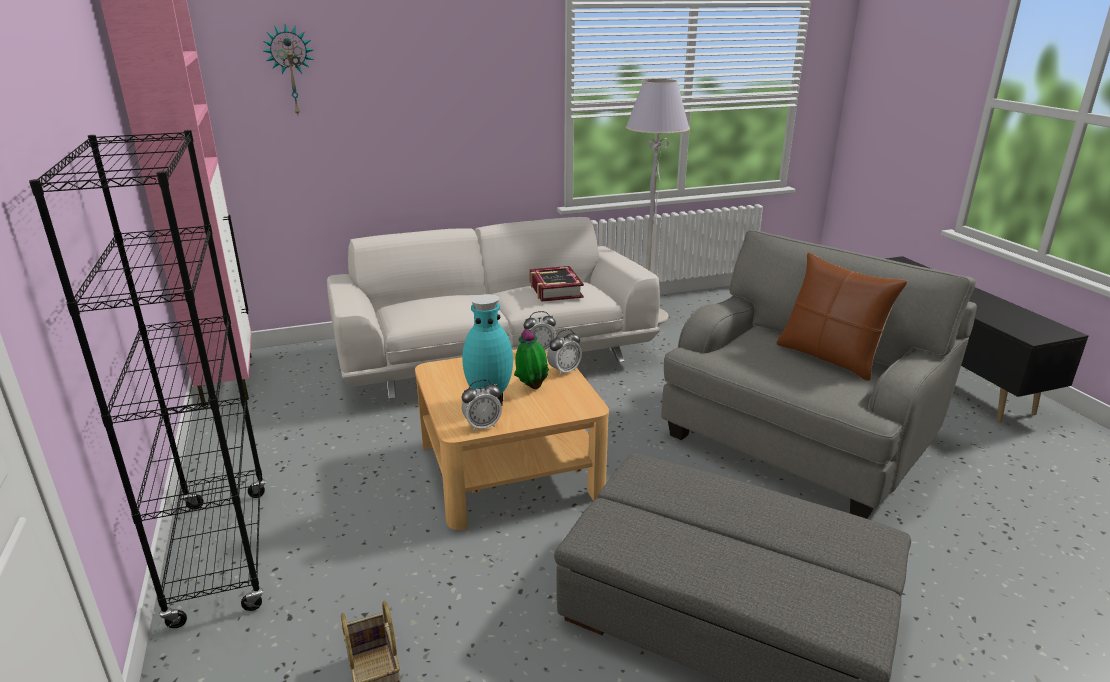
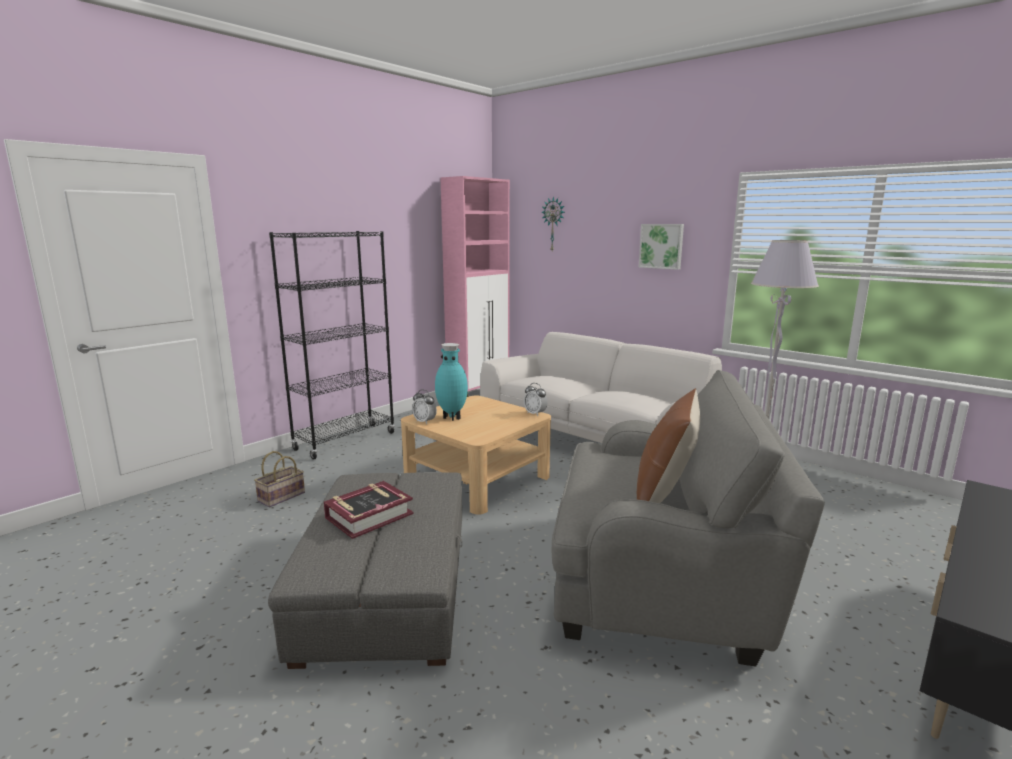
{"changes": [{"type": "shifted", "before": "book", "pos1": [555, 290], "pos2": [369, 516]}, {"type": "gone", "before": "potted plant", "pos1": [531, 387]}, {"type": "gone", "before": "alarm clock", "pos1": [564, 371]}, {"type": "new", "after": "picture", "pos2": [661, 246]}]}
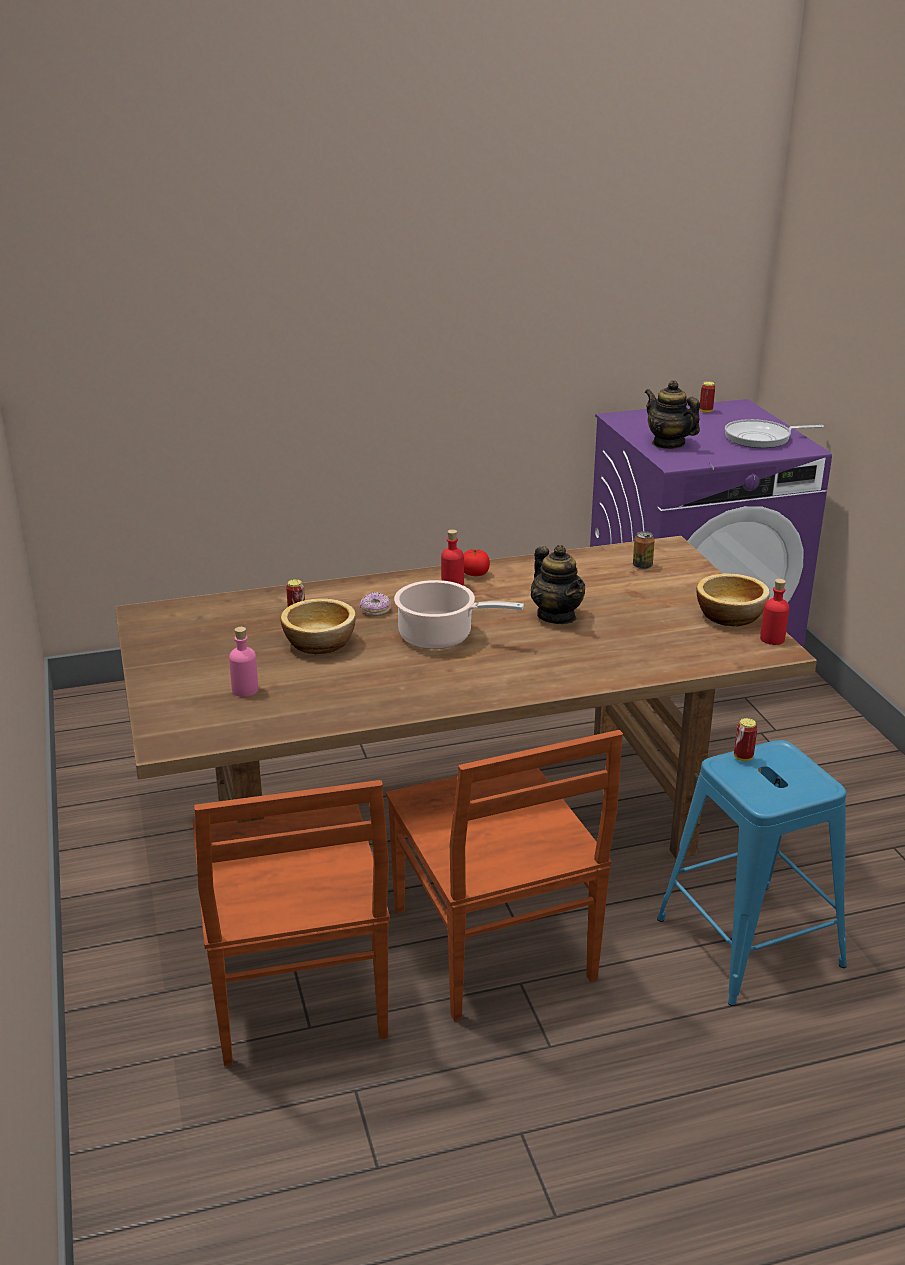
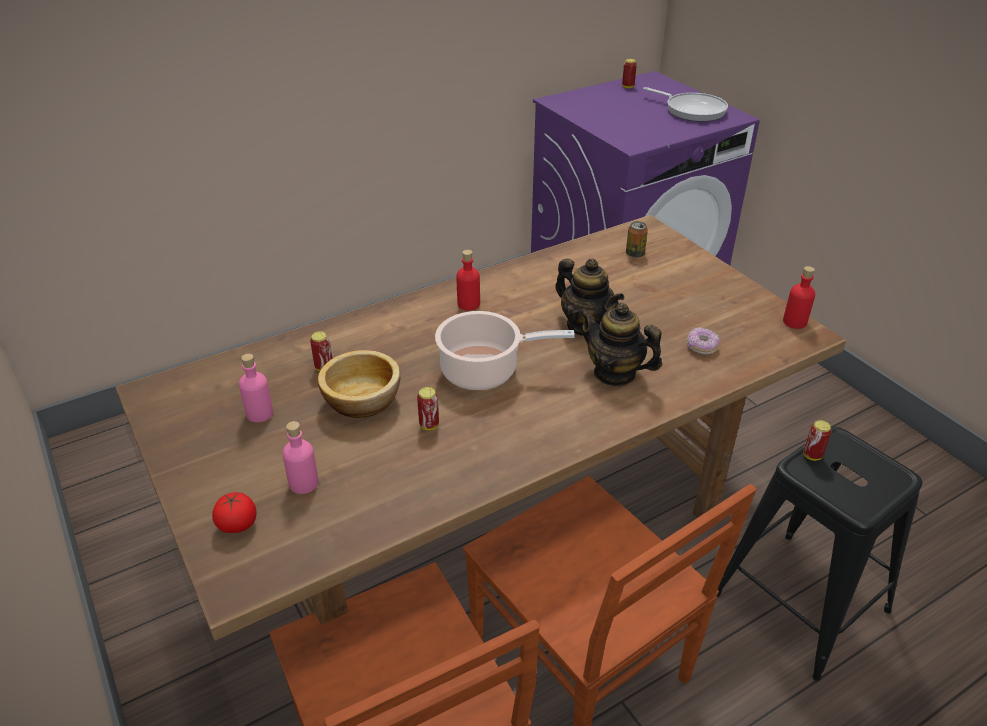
{"changes": [{"type": "shifted", "before": "teapot", "pos1": [668, 443], "pos2": [615, 373]}, {"type": "rotated", "before": "frying pan", "pos1": [761, 438], "pos2": [692, 110], "turn": -120}, {"type": "shifted", "before": "tomato", "pos1": [474, 574], "pos2": [237, 524]}, {"type": "gone", "before": "bowl", "pos1": [730, 615]}, {"type": "shifted", "before": "donut", "pos1": [375, 610], "pos2": [701, 347]}, {"type": "repainted", "before": "stool (blue)", "after": "stool (black)", "pos1": [750, 942], "pos2": [802, 602]}, {"type": "new", "after": "bottle (pink)", "pos2": [260, 413]}, {"type": "new", "after": "can", "pos2": [429, 425]}]}
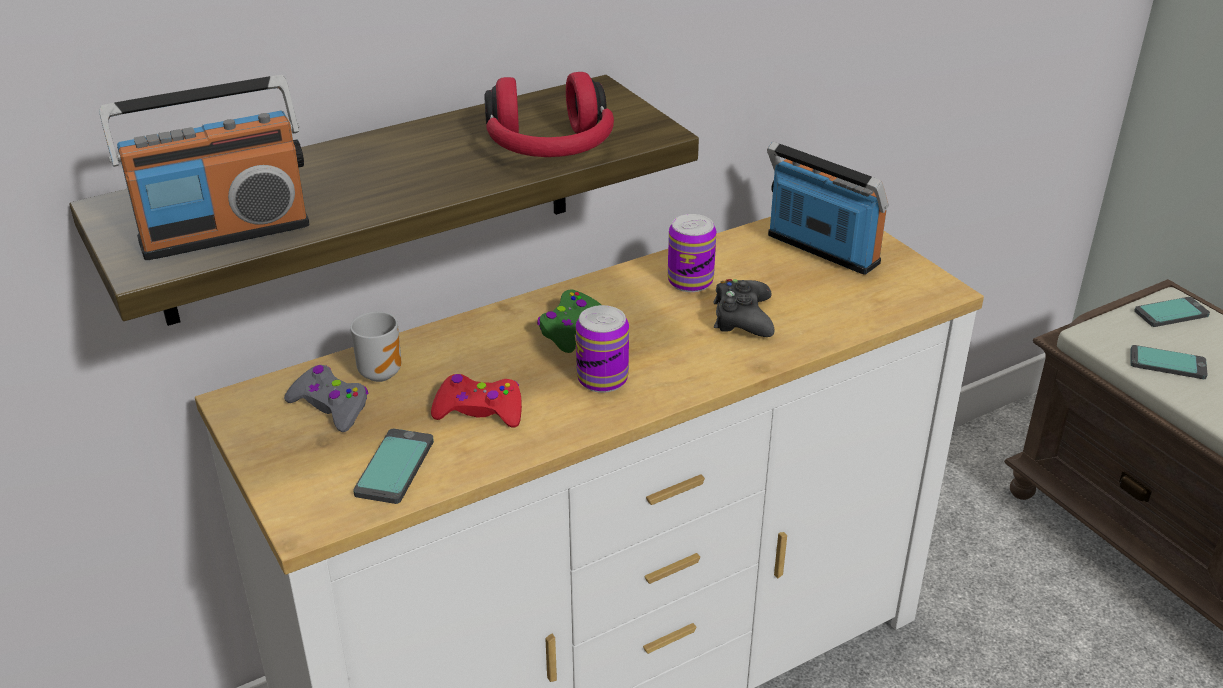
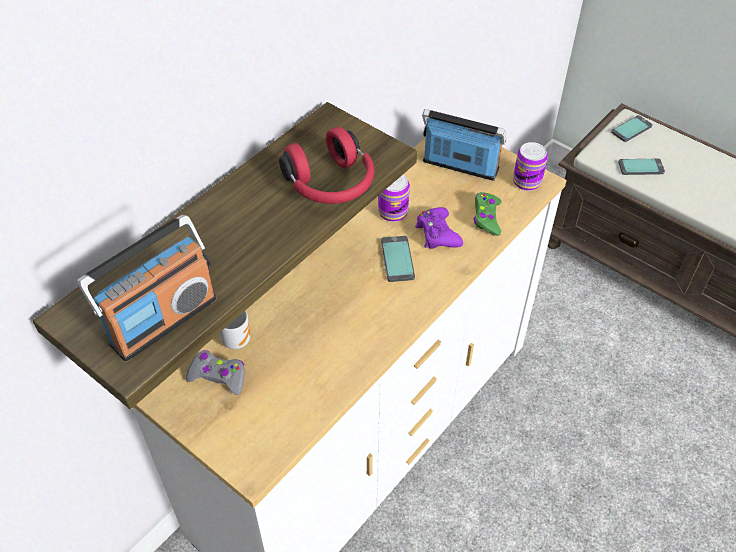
{"changes": [{"type": "repainted", "before": "game controller (black)", "after": "game controller (purple)", "pos1": [742, 318], "pos2": [437, 234]}, {"type": "shifted", "before": "game controller (green)", "pos1": [570, 329], "pos2": [486, 218]}, {"type": "shifted", "before": "can", "pos1": [602, 379], "pos2": [527, 182]}, {"type": "gone", "before": "game controller (red)", "pos1": [479, 410]}, {"type": "shifted", "before": "phone", "pos1": [394, 467], "pos2": [397, 259]}]}
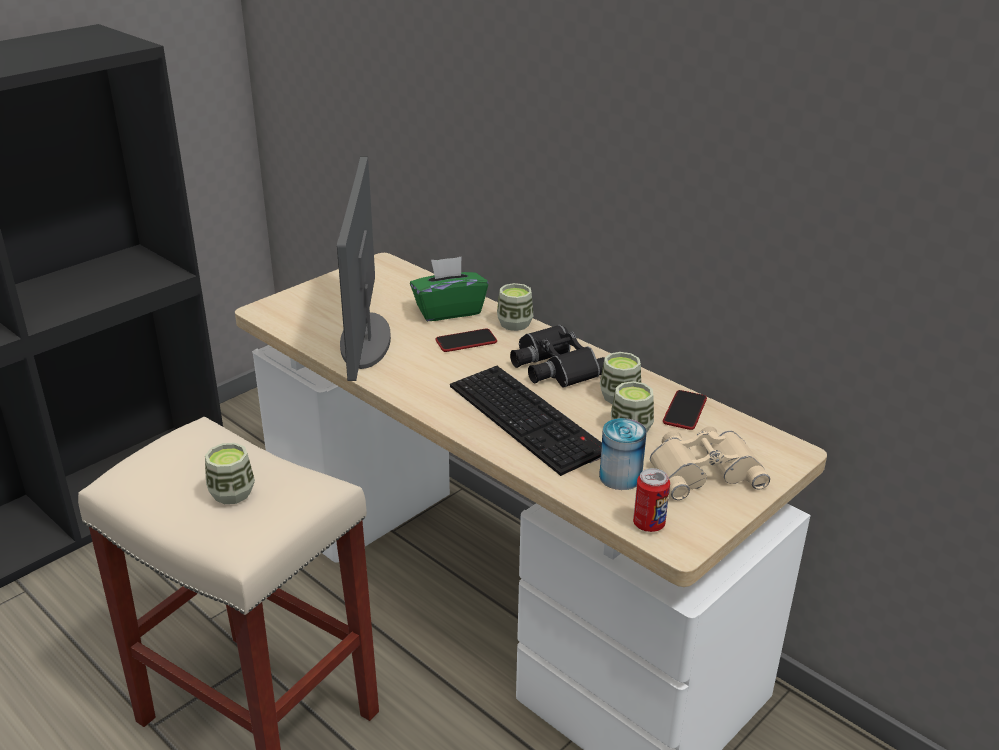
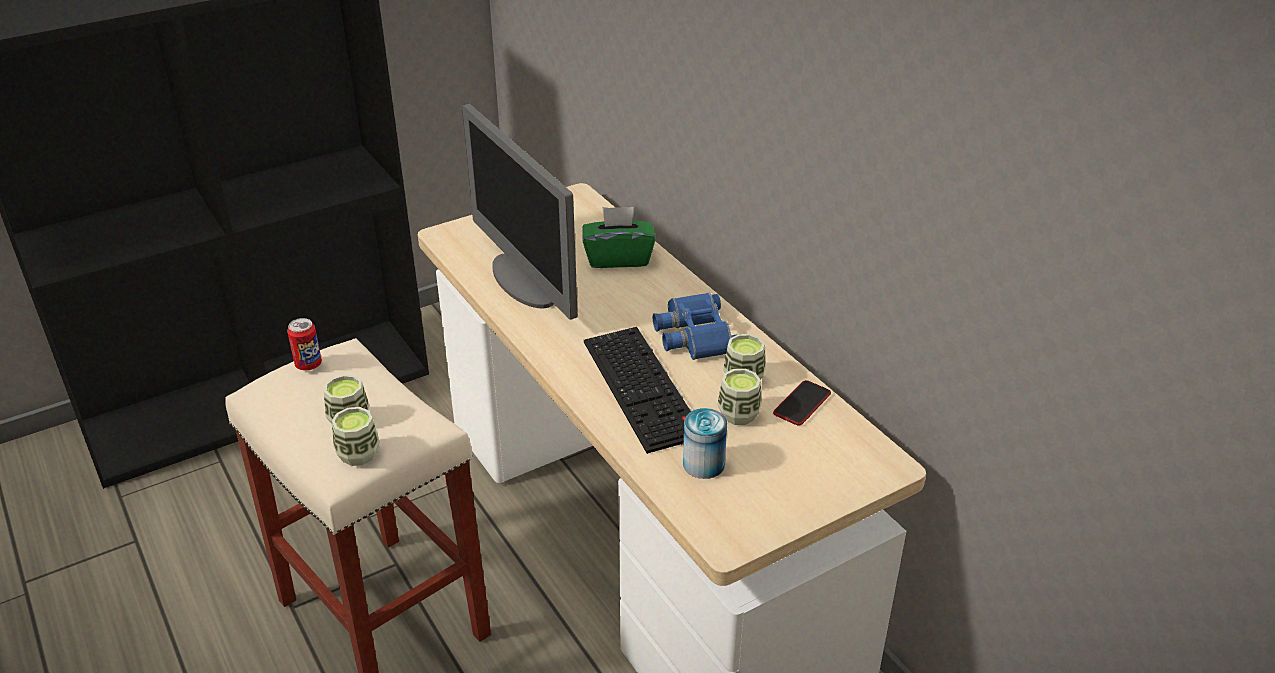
{"changes": [{"type": "rotated", "before": "monitor", "pos1": [365, 342], "pos2": [524, 282], "turn": -45}, {"type": "shifted", "before": "cup", "pos1": [514, 324], "pos2": [358, 454]}, {"type": "repainted", "before": "binoculars (black)", "after": "binoculars (blue)", "pos1": [553, 365], "pos2": [694, 334]}, {"type": "gone", "before": "phone", "pos1": [466, 341]}, {"type": "gone", "before": "binoculars (beige)", "pos1": [703, 469]}, {"type": "shifted", "before": "can", "pos1": [648, 524], "pos2": [308, 365]}]}
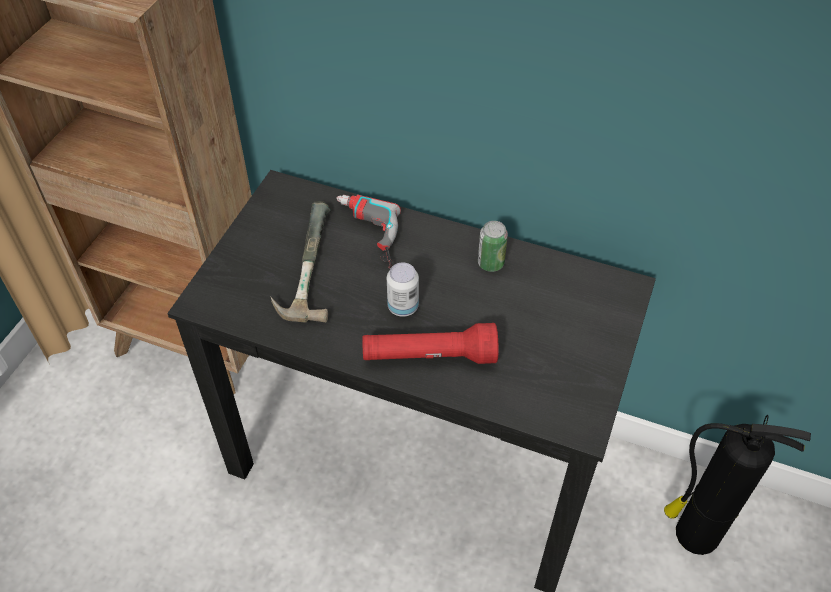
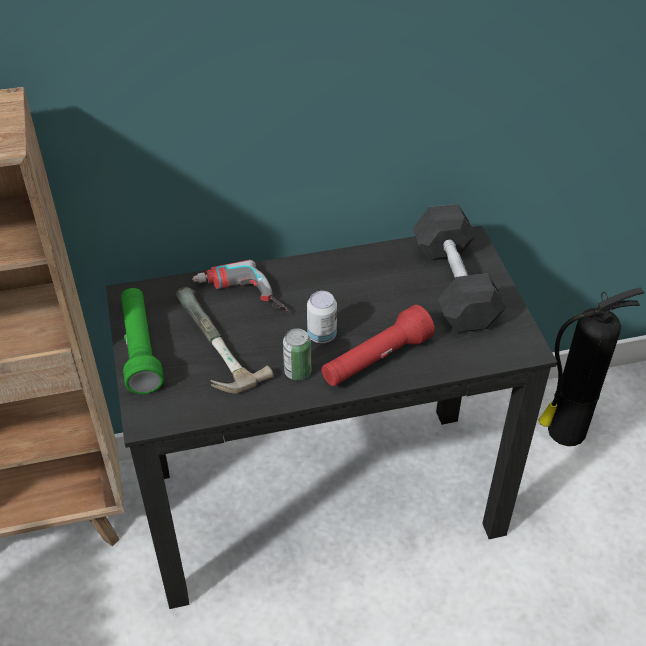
{"changes": [{"type": "shifted", "before": "can", "pos1": [490, 263], "pos2": [297, 372]}, {"type": "new", "after": "dumbbell (grey)", "pos2": [454, 285]}, {"type": "new", "after": "flashlight (green)", "pos2": [140, 349]}]}
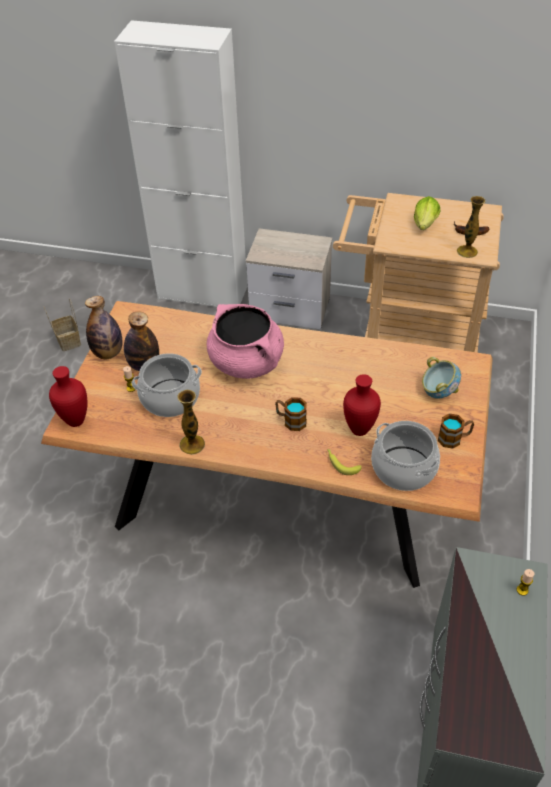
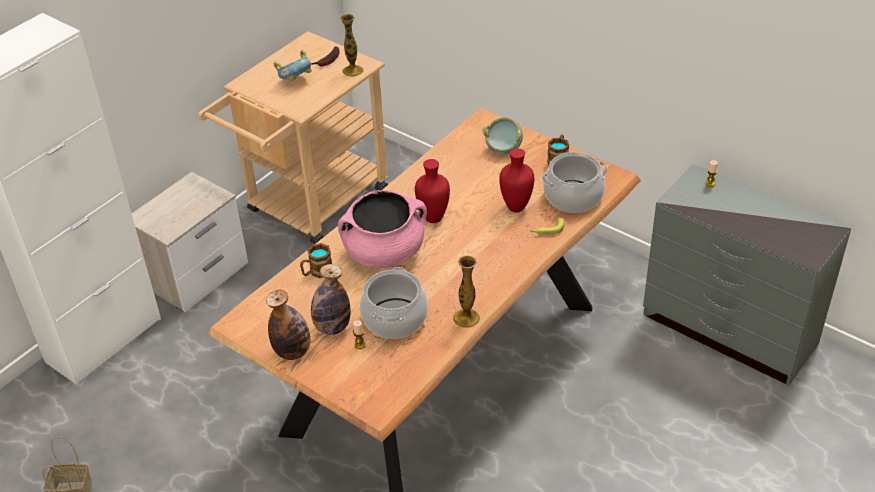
{"changes": [{"type": "swapped", "before": "lettuce", "after": "bowl", "pos1": [424, 226], "pos2": [296, 81]}, {"type": "shifted", "before": "vase (red)", "pos1": [75, 422], "pos2": [434, 218]}, {"type": "shifted", "before": "mug", "pos1": [290, 420], "pos2": [317, 272]}]}
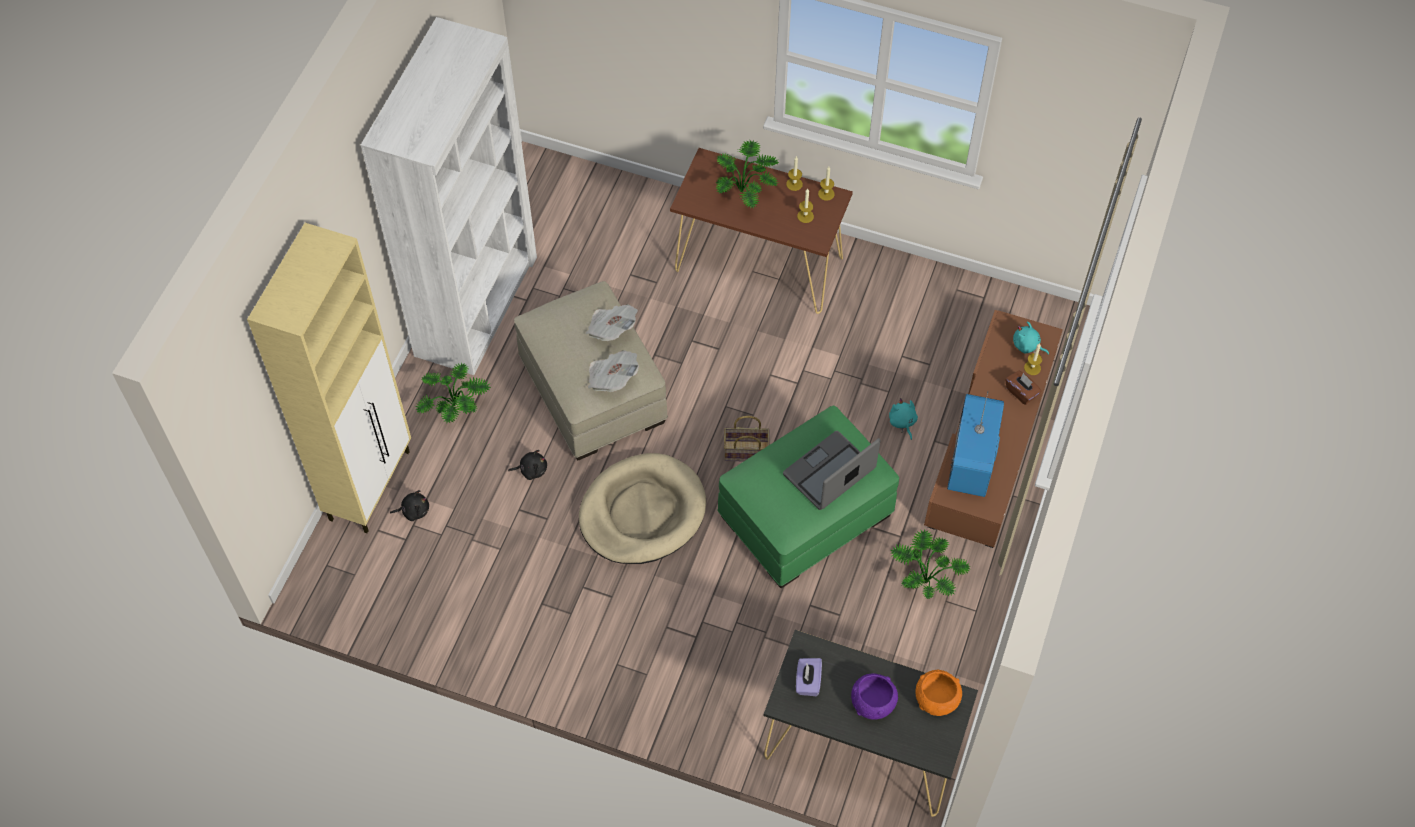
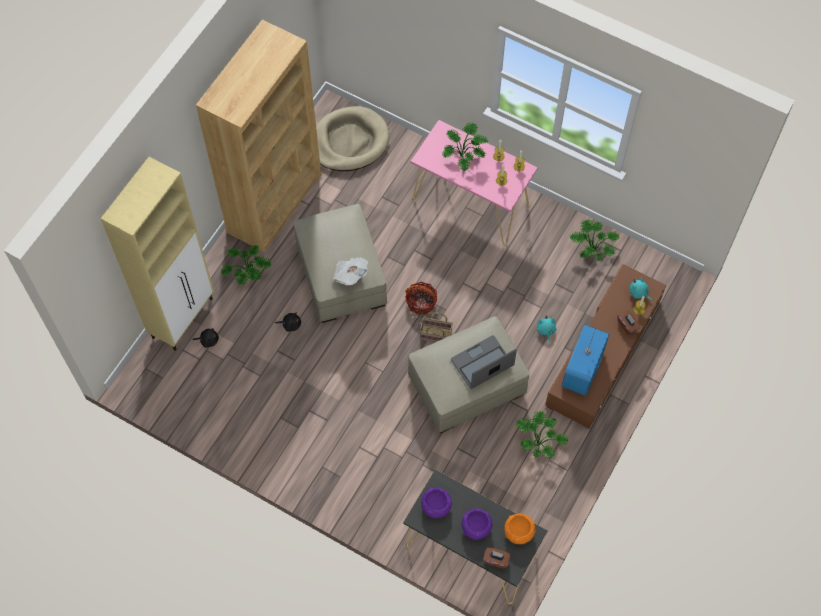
{"changes": [{"type": "repainted", "before": "bookcase (white)", "after": "bookcase (brown)", "pos1": [476, 305], "pos2": [275, 203]}, {"type": "repainted", "before": "console table (brown)", "after": "console table (pink)", "pos1": [759, 264], "pos2": [471, 203]}, {"type": "gone", "before": "newspaper", "pos1": [611, 329]}, {"type": "repainted", "before": "ottoman (green)", "after": "ottoman (beige)", "pos1": [804, 516], "pos2": [466, 386]}, {"type": "shifted", "before": "dog bed (beige)", "pos1": [642, 512], "pos2": [349, 141]}, {"type": "swapped", "before": "tissue box (purple)", "after": "bowl (purple)", "pos1": [808, 682], "pos2": [436, 506]}, {"type": "new", "after": "potted plant", "pos2": [592, 249]}, {"type": "new", "after": "basket", "pos2": [421, 302]}, {"type": "new", "after": "tissue box (brown)", "pos2": [496, 560]}]}
